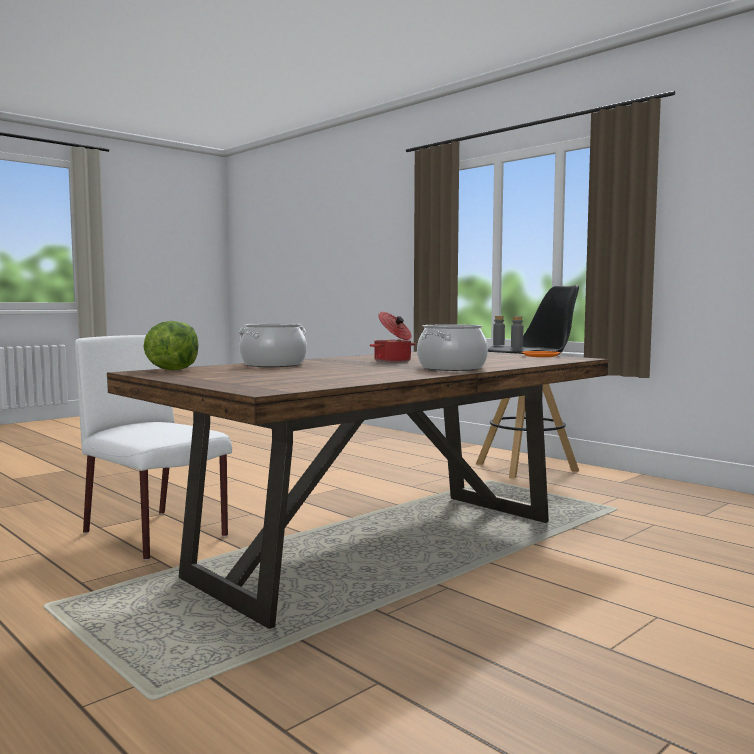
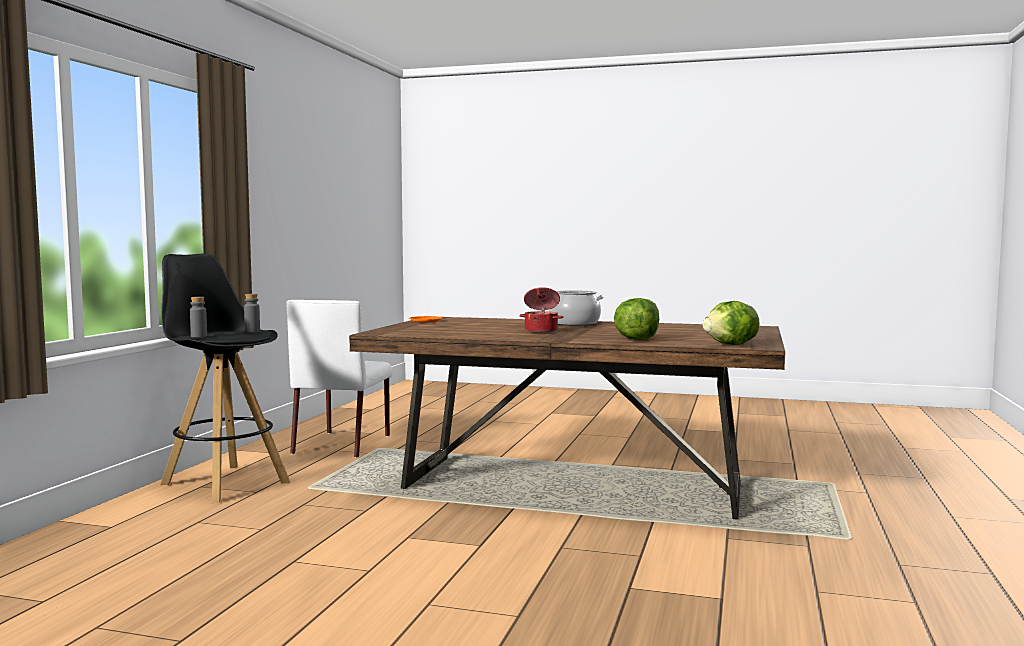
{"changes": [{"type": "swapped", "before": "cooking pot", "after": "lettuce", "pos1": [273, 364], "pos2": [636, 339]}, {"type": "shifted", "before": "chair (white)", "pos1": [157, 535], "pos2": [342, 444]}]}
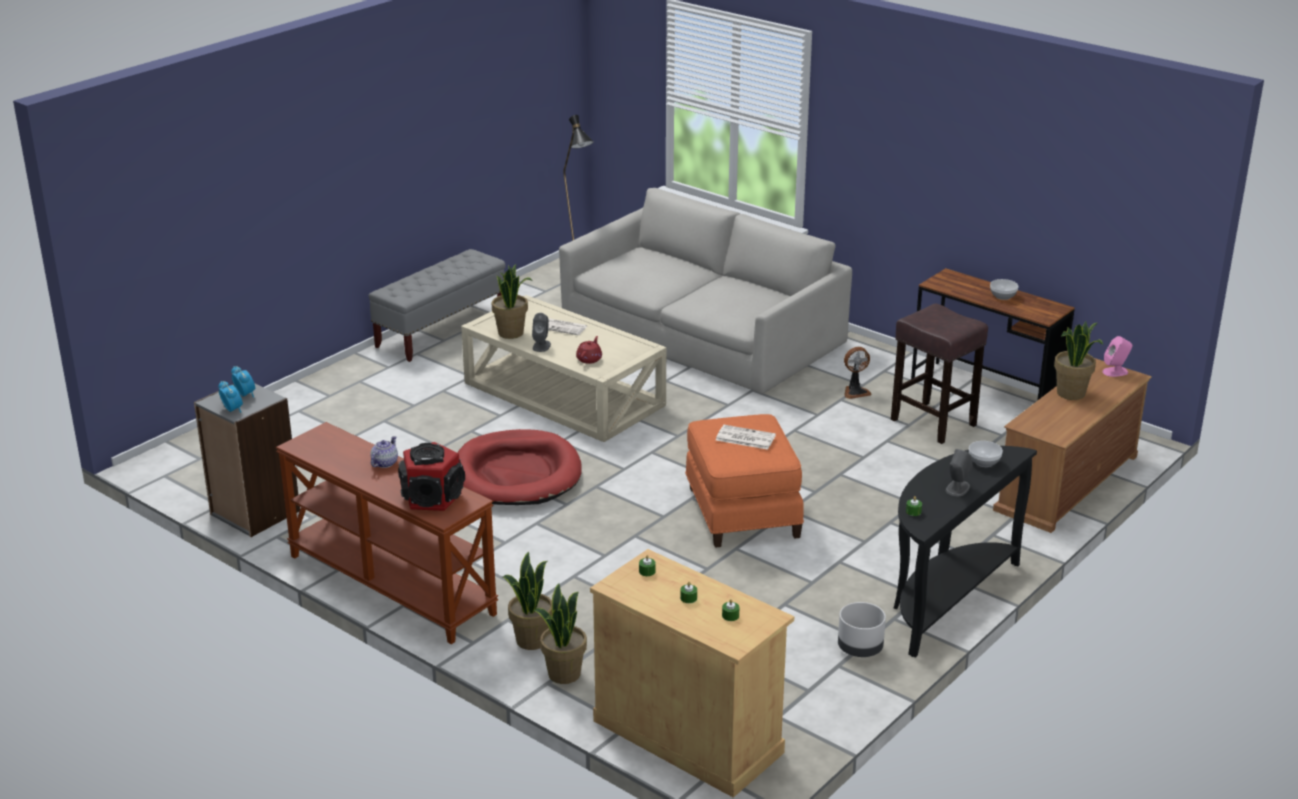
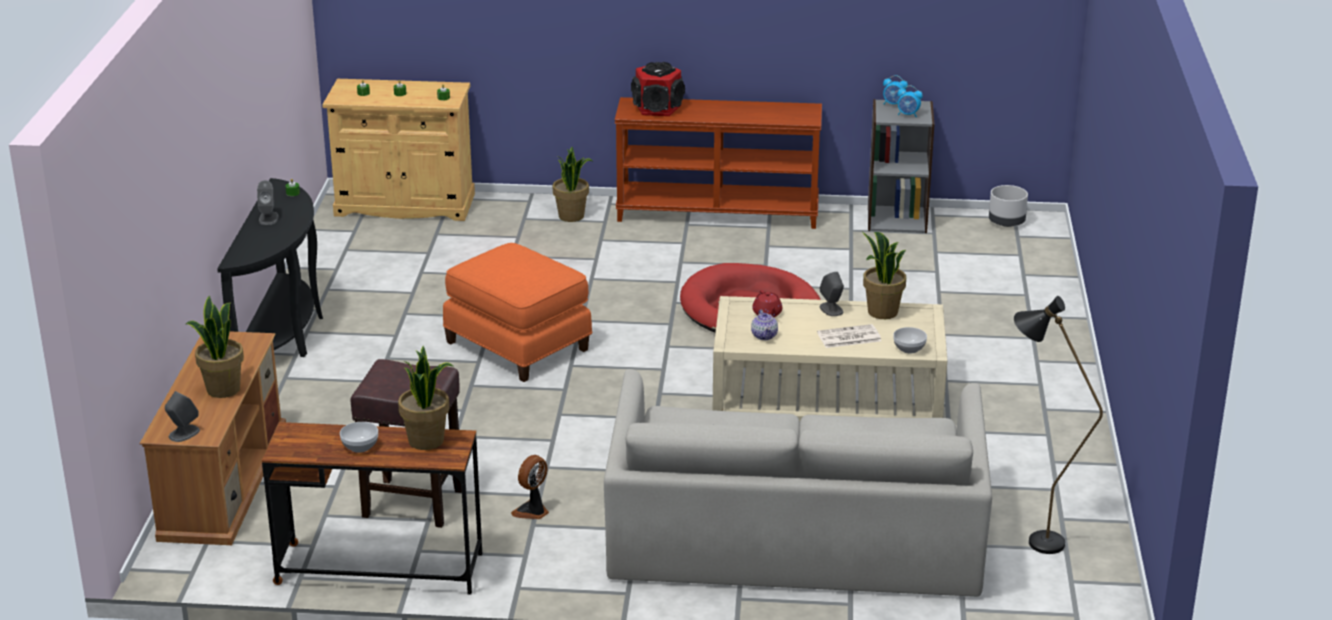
{"changes": [{"type": "gone", "before": "bench (grey)", "pos1": [441, 331]}, {"type": "repainted", "before": "speaker (pink)", "after": "speaker (grey)", "pos1": [1115, 372], "pos2": [183, 433]}, {"type": "gone", "before": "newspaper", "pos1": [744, 438]}, {"type": "shifted", "before": "teapot", "pos1": [384, 463], "pos2": [764, 335]}, {"type": "shifted", "before": "bowl", "pos1": [983, 462], "pos2": [909, 348]}, {"type": "shifted", "before": "potted plant", "pos1": [563, 674], "pos2": [427, 441]}, {"type": "shifted", "before": "planter (grey)", "pos1": [859, 649], "pos2": [1006, 223]}]}
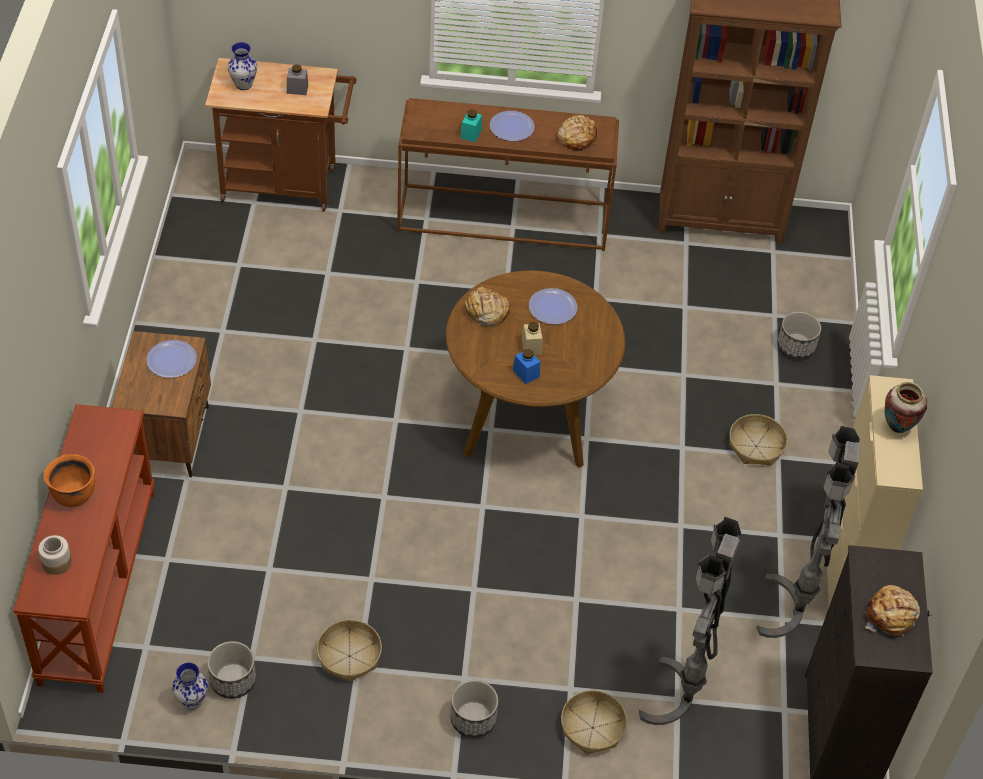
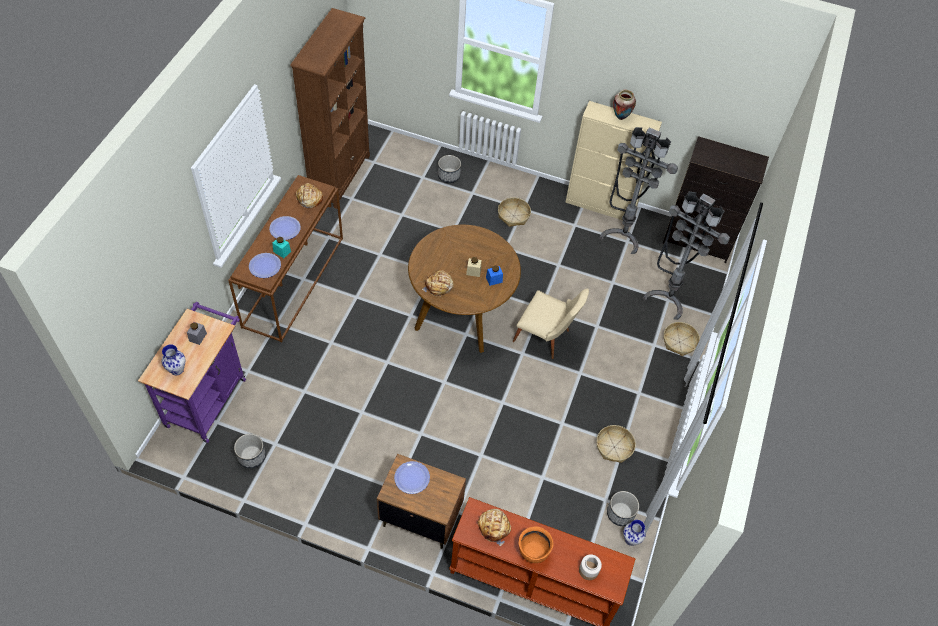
{"changes": [{"type": "repainted", "before": "cart (brown)", "after": "cart (purple)", "pos1": [286, 185], "pos2": [208, 397]}, {"type": "shifted", "before": "plate", "pos1": [553, 307], "pos2": [265, 266]}, {"type": "shifted", "before": "bread", "pos1": [891, 616], "pos2": [494, 527]}, {"type": "shifted", "before": "planter", "pos1": [473, 719], "pos2": [251, 456]}, {"type": "new", "after": "chair (beige)", "pos2": [546, 338]}]}
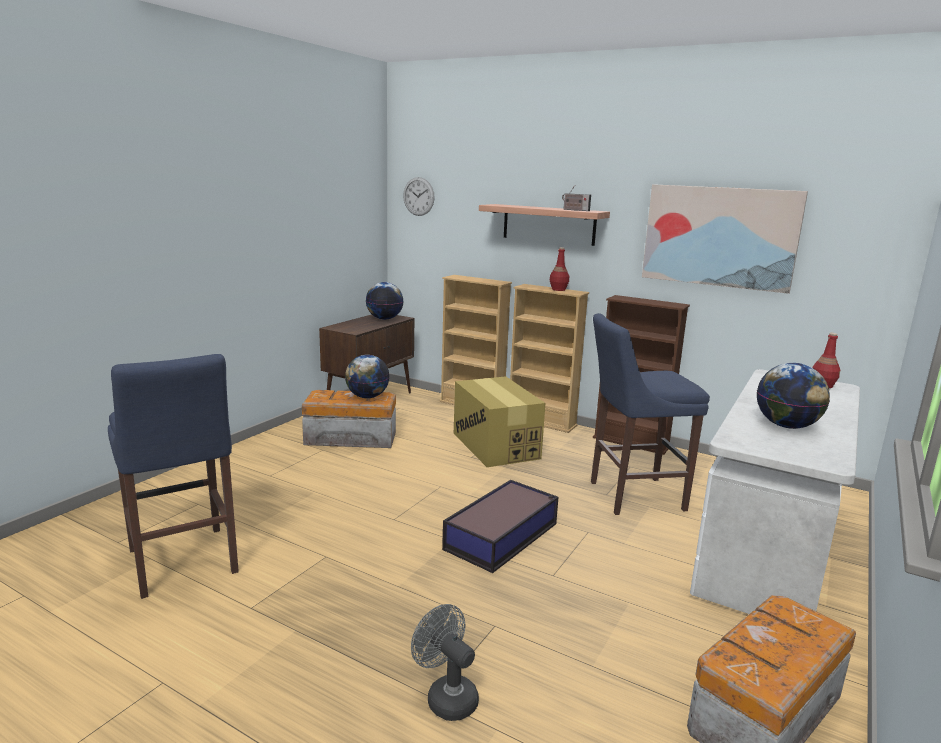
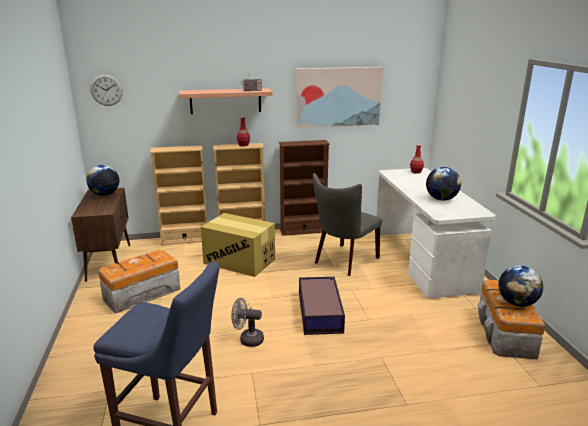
{"changes": [{"type": "swapped", "before": "stool (blue)", "after": "chair (grey)", "pos1": [631, 495], "pos2": [344, 261]}, {"type": "shifted", "before": "globe", "pos1": [367, 397], "pos2": [516, 303]}, {"type": "shifted", "before": "fan (grey)", "pos1": [446, 696], "pos2": [247, 340]}]}
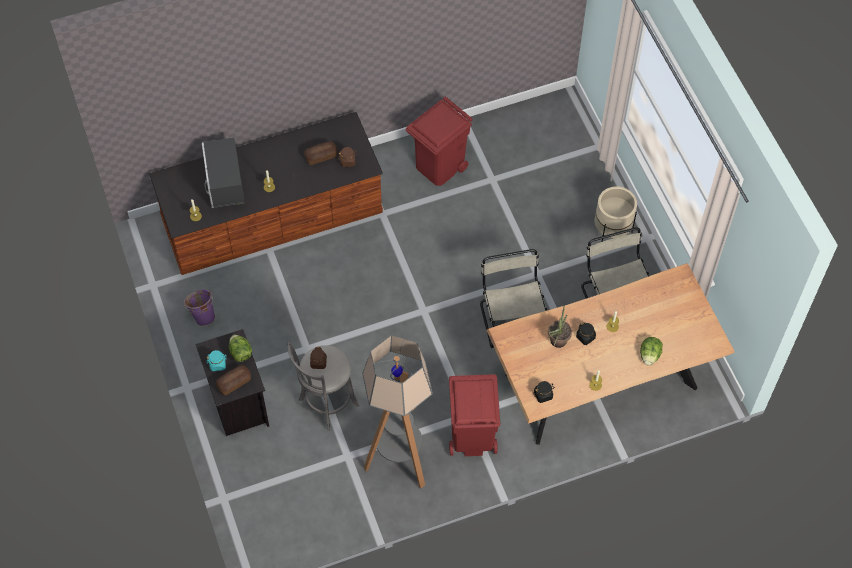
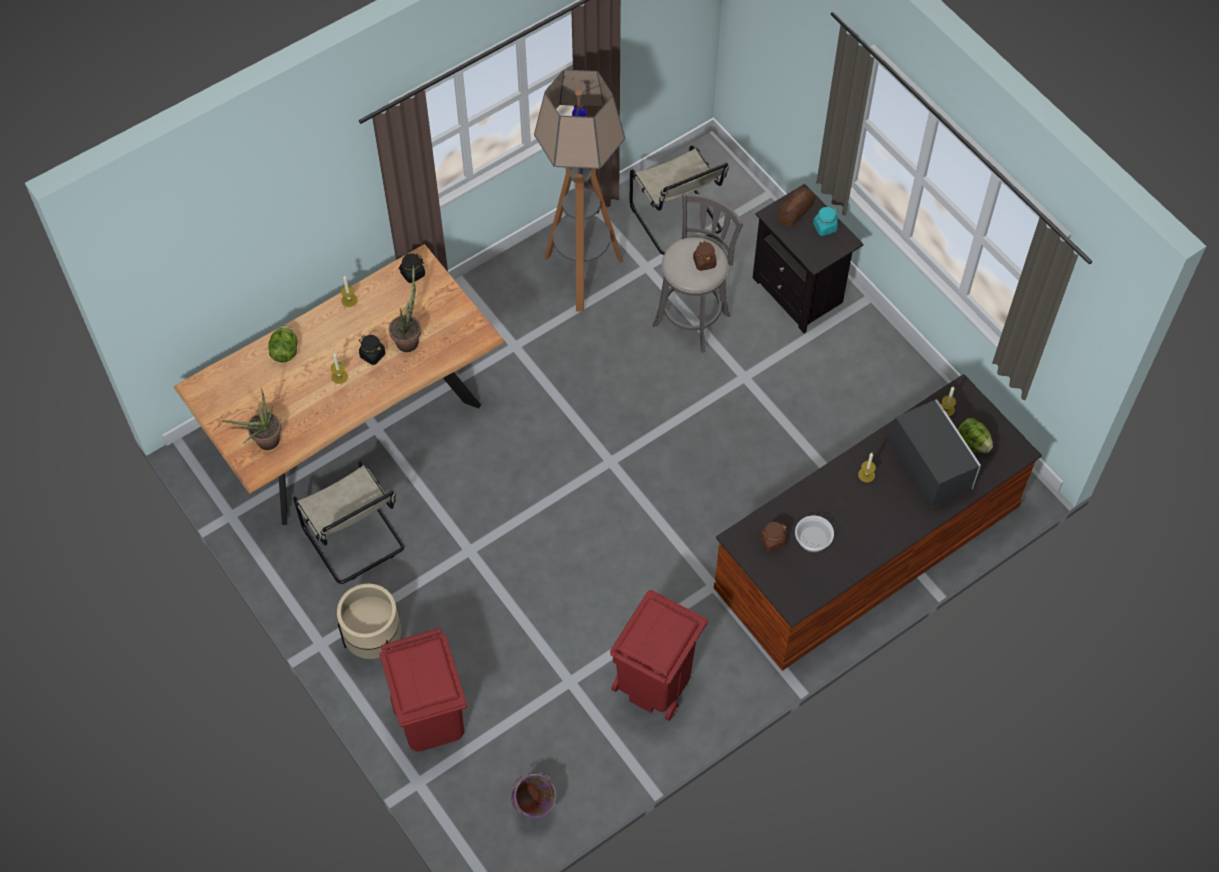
{"changes": [{"type": "swapped", "before": "bread", "after": "bowl", "pos1": [321, 156], "pos2": [813, 539]}, {"type": "shifted", "before": "chair (beige)", "pos1": [511, 318], "pos2": [678, 221]}, {"type": "shifted", "before": "bucket (purple)", "pos1": [202, 315], "pos2": [533, 808]}, {"type": "shifted", "before": "lettuce", "pos1": [240, 353], "pos2": [972, 443]}, {"type": "shifted", "before": "trash can (red)", "pos1": [471, 436], "pos2": [431, 719]}, {"type": "new", "after": "potted plant", "pos2": [264, 443]}]}
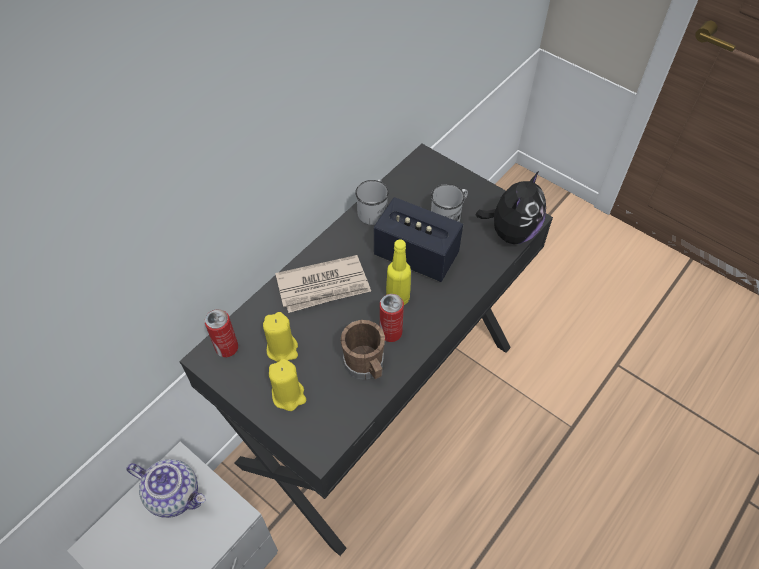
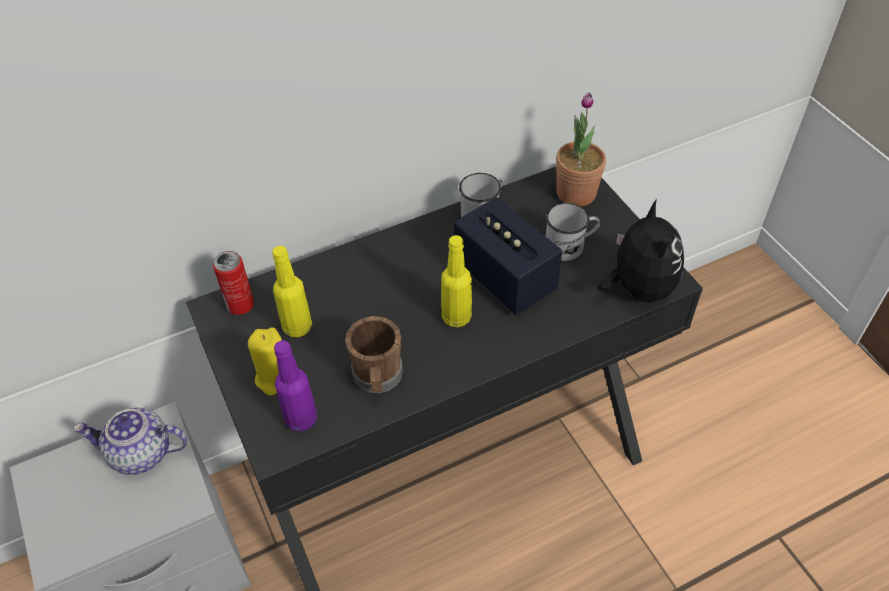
{"changes": [{"type": "rotated", "before": "plush toy", "pos1": [511, 232], "pos2": [637, 288], "turn": -60}, {"type": "gone", "before": "newspaper", "pos1": [324, 286]}, {"type": "gone", "before": "can", "pos1": [390, 333]}, {"type": "swapped", "before": "candle (yellow)", "after": "bottle (yellow)", "pos1": [282, 349], "pos2": [297, 327]}, {"type": "rotated", "before": "teapot", "pos1": [175, 494], "pos2": [140, 454], "turn": 135}, {"type": "new", "after": "potted plant", "pos2": [576, 193]}, {"type": "new", "after": "bottle (purple)", "pos2": [301, 419]}]}
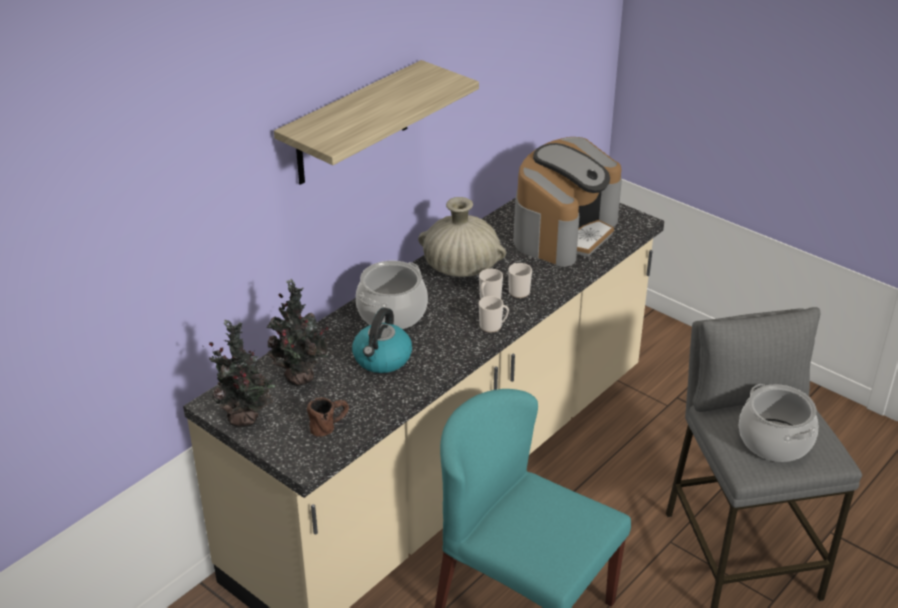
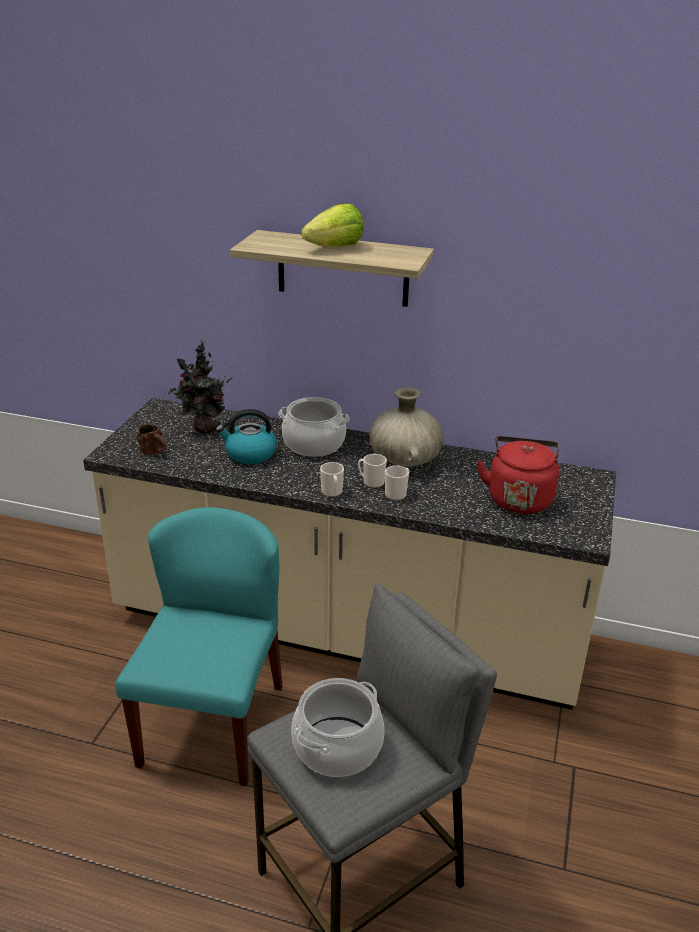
{"changes": [{"type": "swapped", "before": "coffee machine", "after": "kettle (red)", "pos1": [564, 232], "pos2": [519, 498]}, {"type": "gone", "before": "potted plant", "pos1": [247, 419]}, {"type": "new", "after": "lettuce", "pos2": [335, 247]}]}
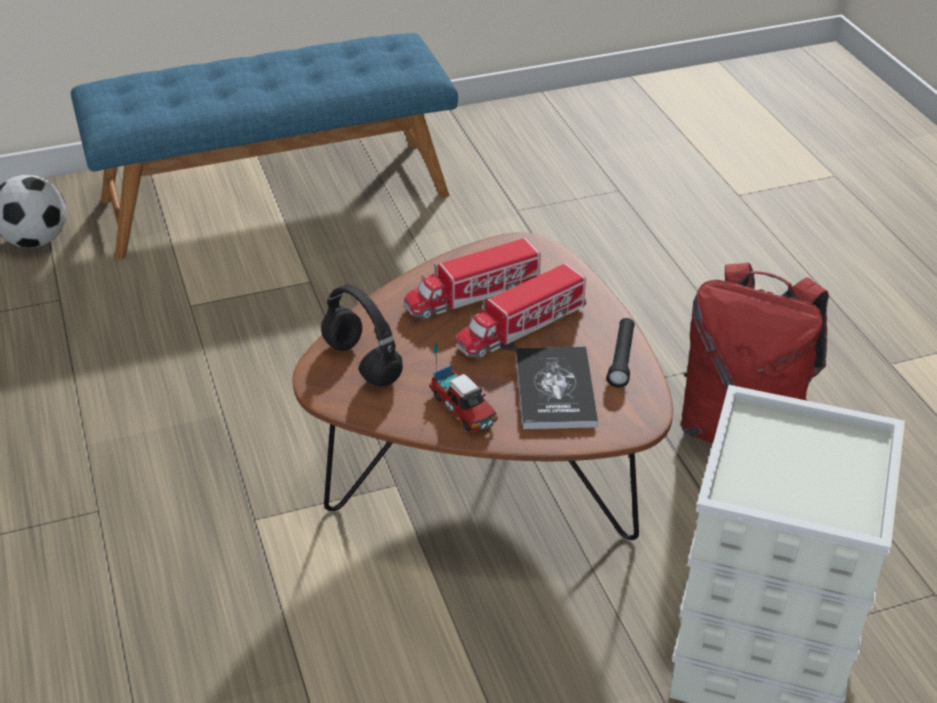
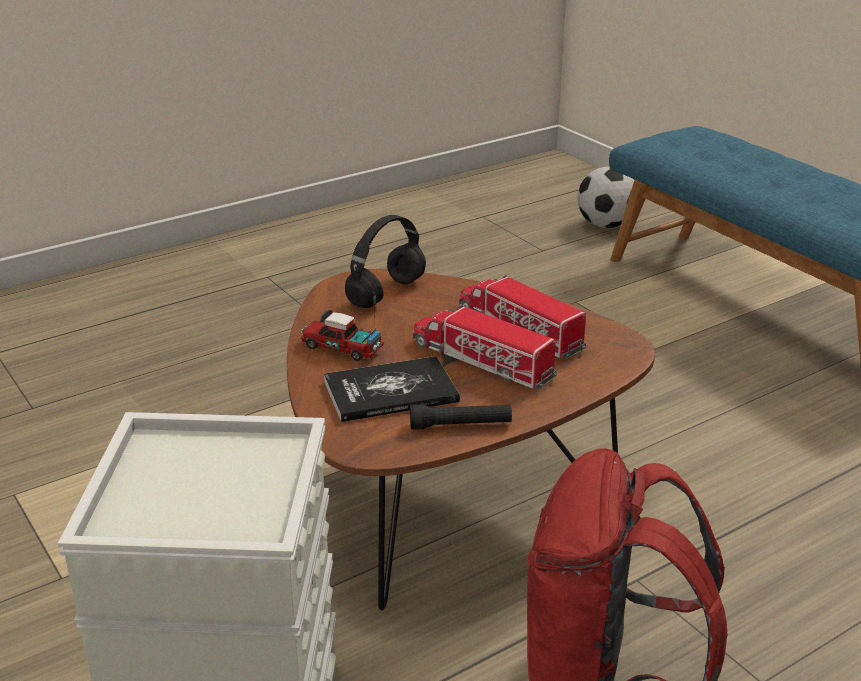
{"changes": [{"type": "rotated", "before": "toy truck", "pos1": [463, 409], "pos2": [341, 348], "turn": 75}]}
